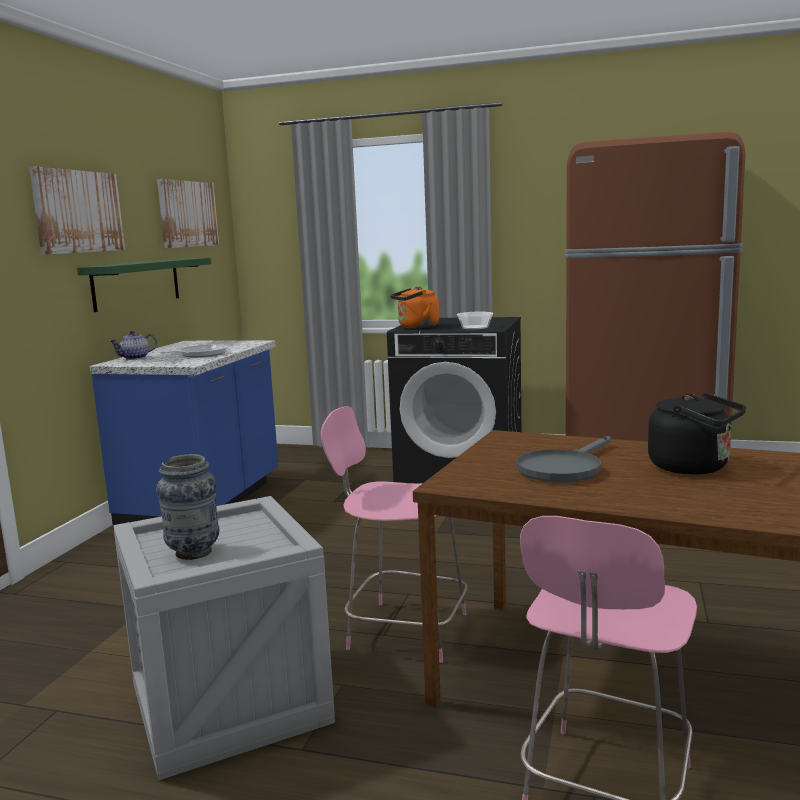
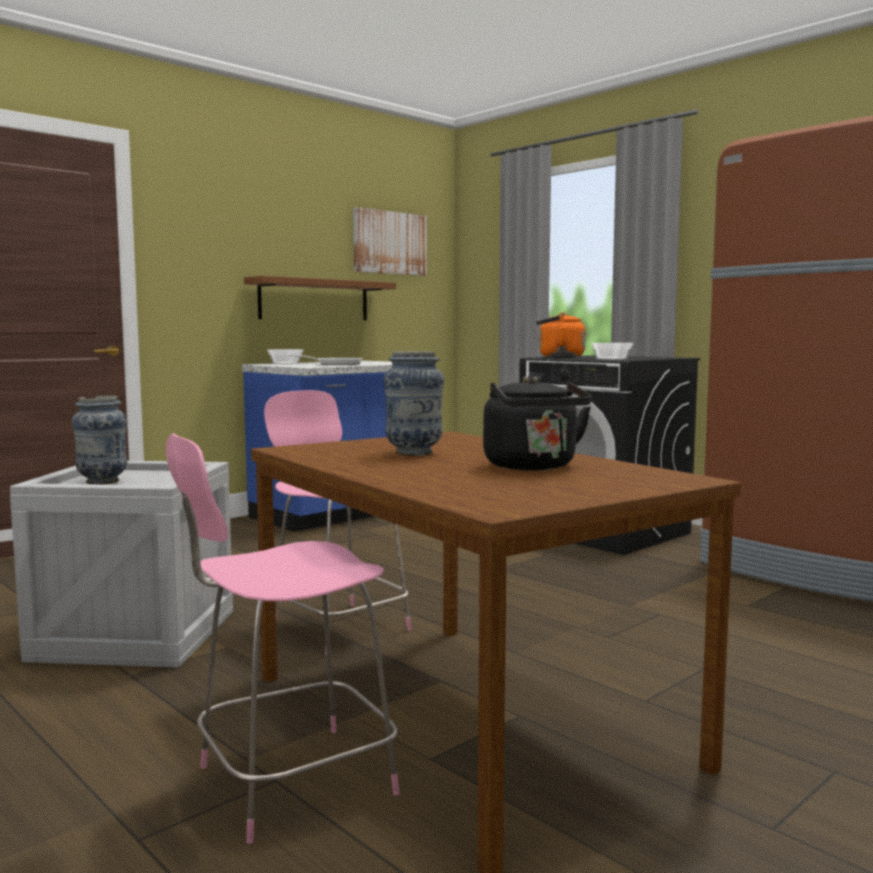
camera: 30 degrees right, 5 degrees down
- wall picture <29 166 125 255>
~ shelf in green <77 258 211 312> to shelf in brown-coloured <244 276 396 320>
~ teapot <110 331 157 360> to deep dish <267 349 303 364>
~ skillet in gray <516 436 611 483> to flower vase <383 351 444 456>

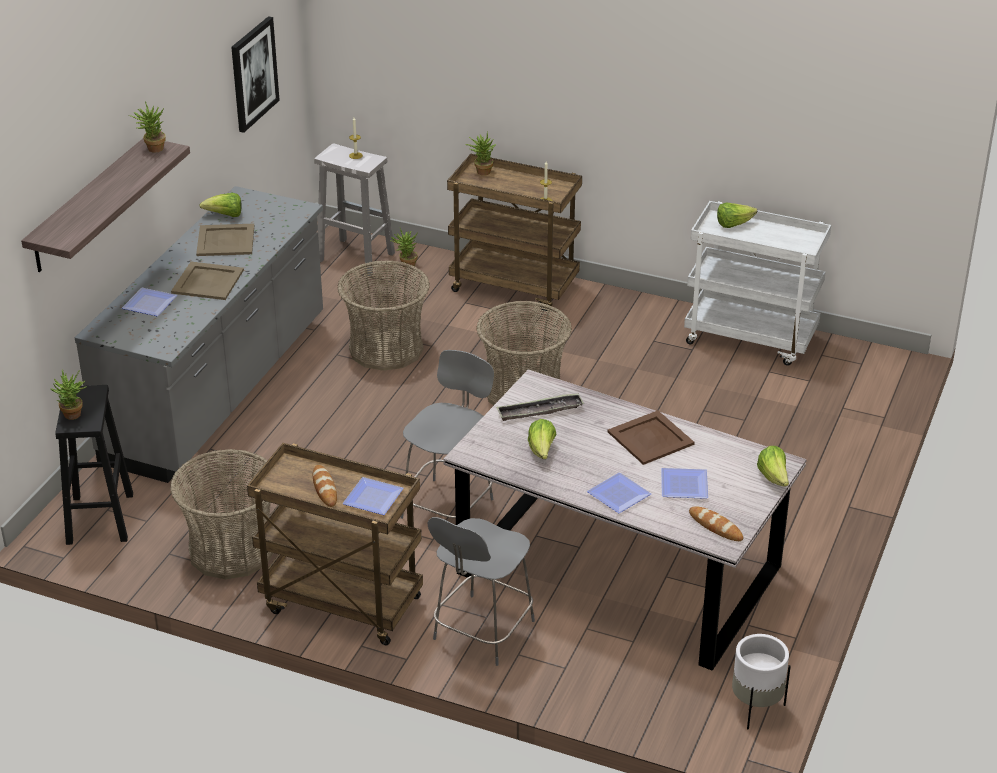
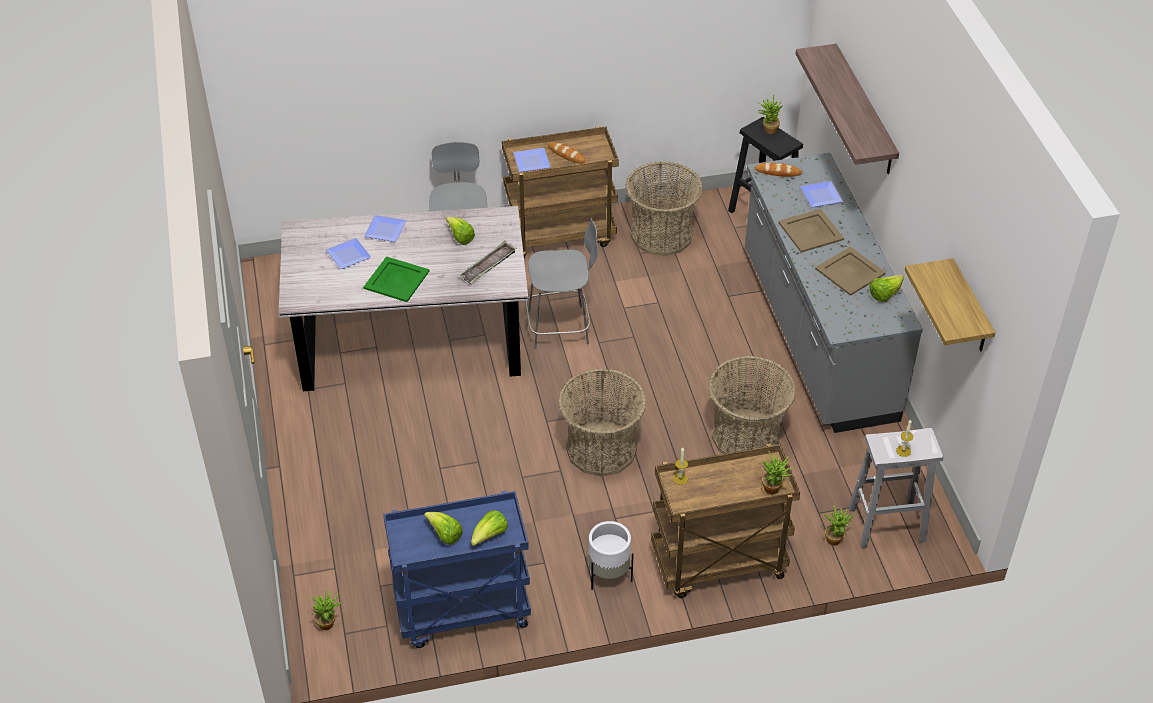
camera: 145 degrees right, 10 degrees up
~ houseplant <129 102 166 153> to <309 589 343 630>
~ wall picture <231 16 280 133> to shelf <905 258 996 351>
~ plain chair in gray <400 350 494 519> = <526 218 598 349> 90 degrees counterclockwise
~ tray in brown-coloured <607 410 695 465> to tray in green <363 256 430 302>
~ trolley in white <684 201 831 366> to trolley in blue-coloured <383 491 531 648>
~ bread <689 507 743 541> to <755 163 802 177>
~ plant pot in white <732 634 791 730> to <588 521 634 590>
~ lettuce head <757 446 789 486> to <424 512 463 545>

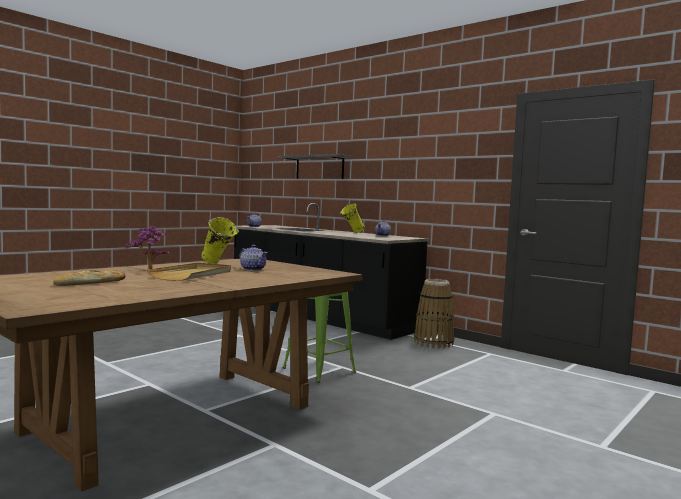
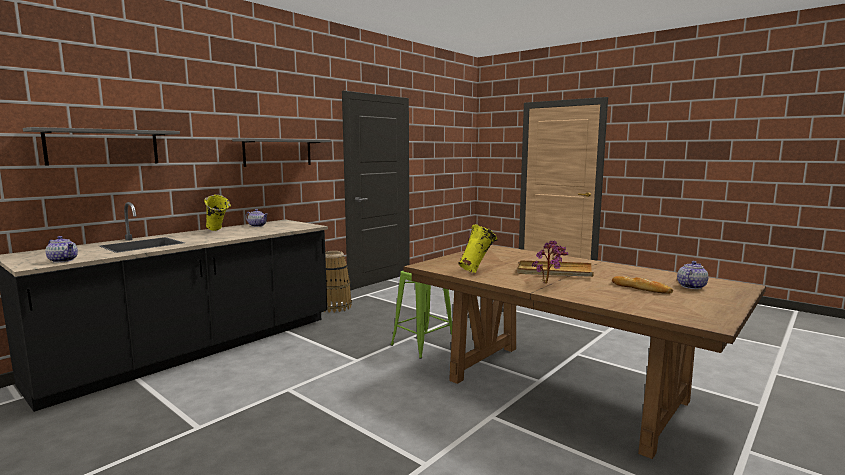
camera: 90 degrees left, 5 degrees up
~ teapot <240 245 268 271> to <677 261 708 289>
+ shelf in gray <232 138 331 167>

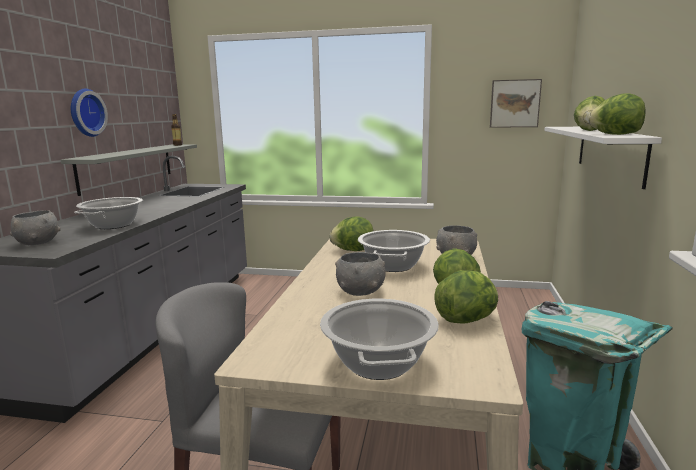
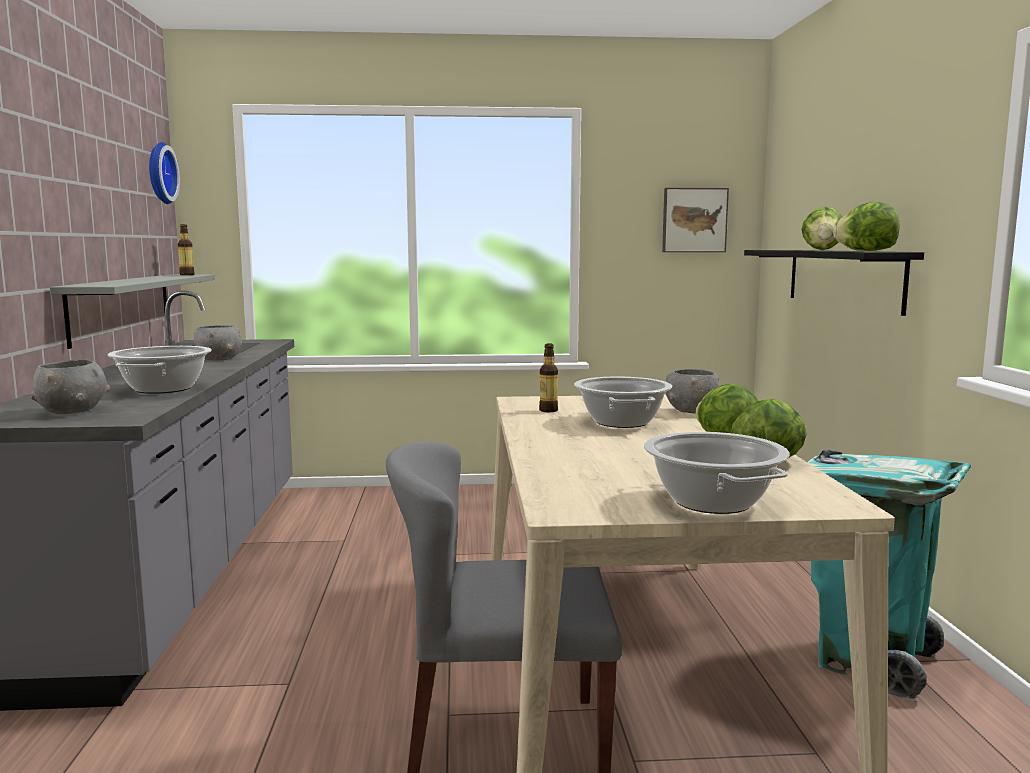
camera: 15 degrees left, 5 degrees down
~ wall clock <71 89 108 137> to <149 142 180 204>
~ lettuce head <330 216 374 251> to bottle <539 344 558 412>
~ deep dish in gray <335 252 386 296> to <193 325 242 360>
~ shelf in white <544 127 662 189> to shelf in black <744 250 924 316>

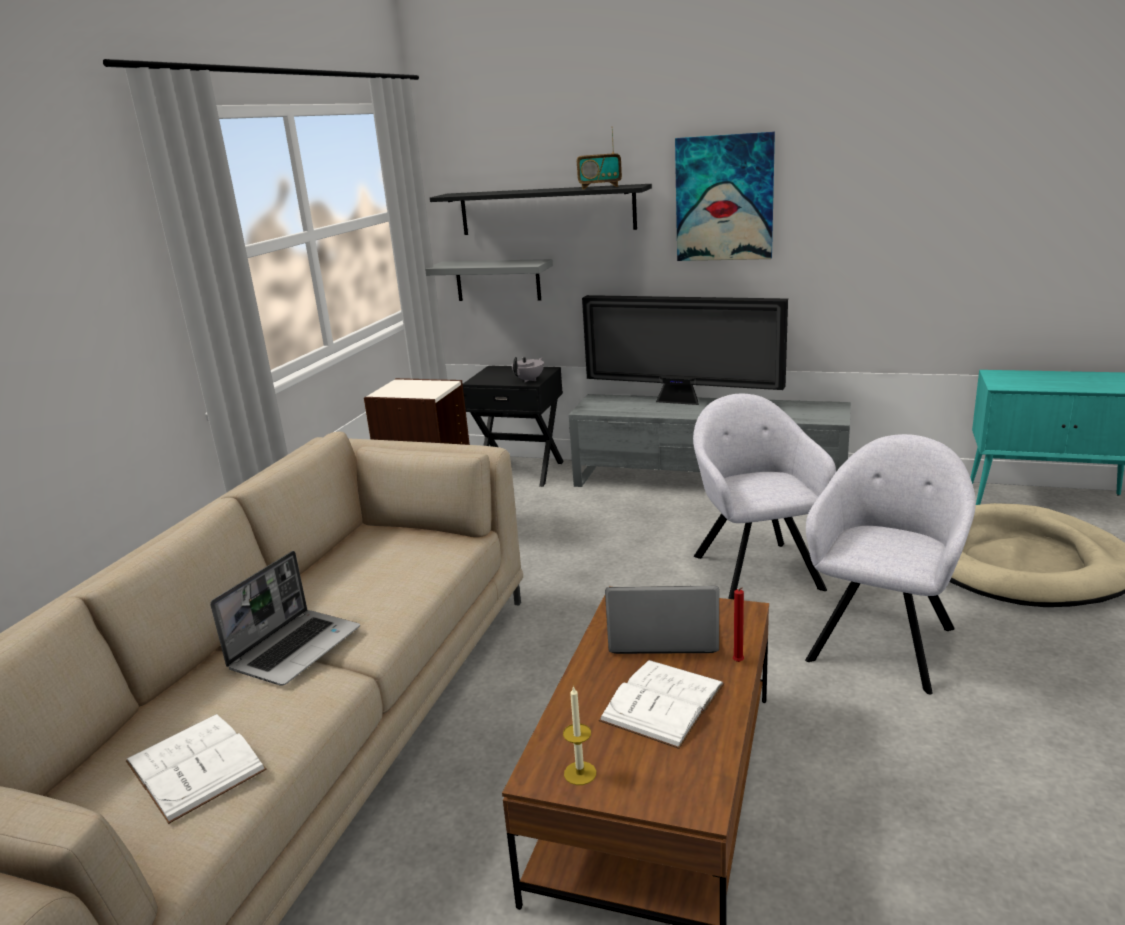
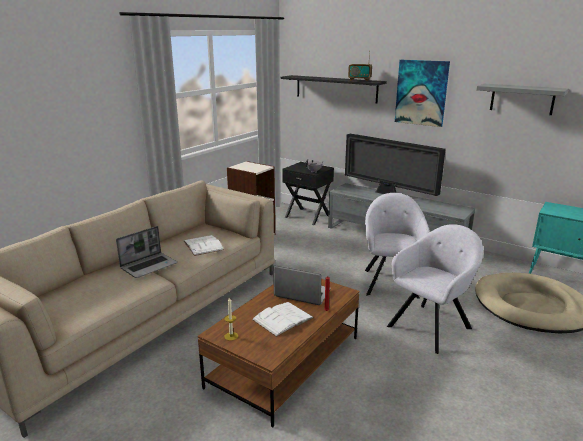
camera: 15 degrees right, 0 degrees up
~ bound book in white <126 714 267 824> to <184 235 224 256>
~ shelf in gray <425 259 553 301> to <477 84 569 115>

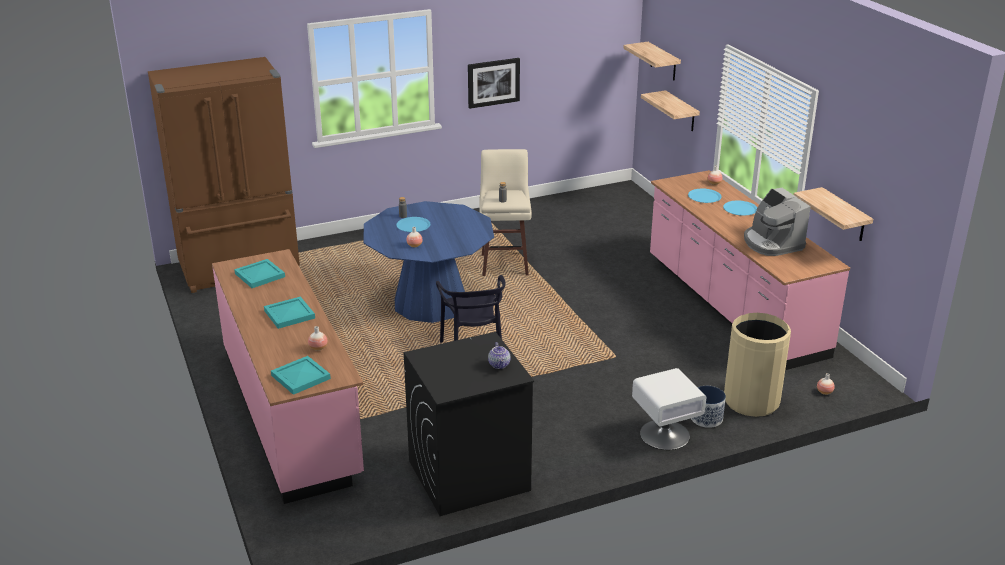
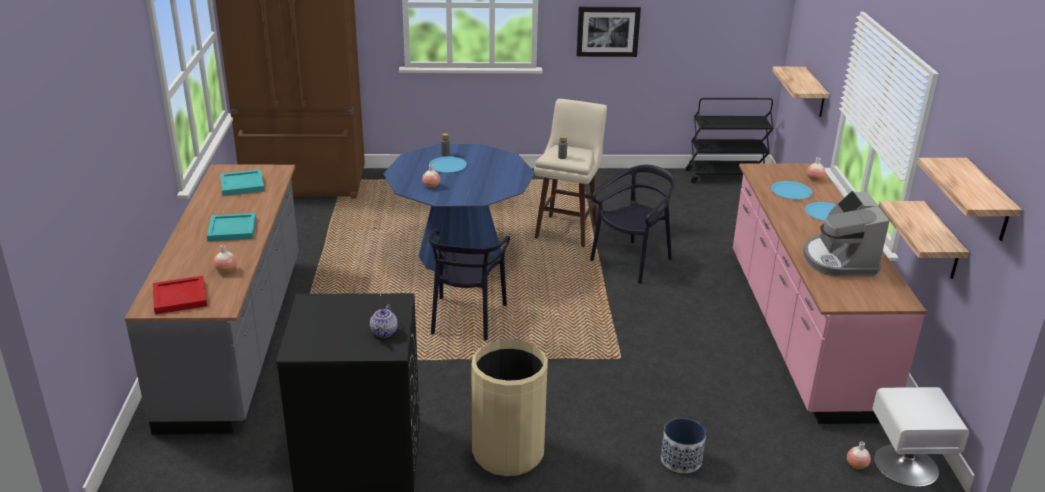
camera: 20 degrees right, 0 degrees up
~ kitchen base unit in pinkish <212 249 364 504> to kitchen base unit in gray <125 165 299 434>
~ tray in turquoise-coloured <271 356 331 395> to tray in reddish <153 276 207 314>
~ shelf <623 42 681 80> to <917 158 1022 241>
~ night table in white <632 368 706 450> to <873 387 970 487>
~ rubbish bin in beige-coloured <724 313 791 417> to <471 340 548 476>
+ plain chair in black <590 165 675 284>
+ trolley in black <686 98 774 183>

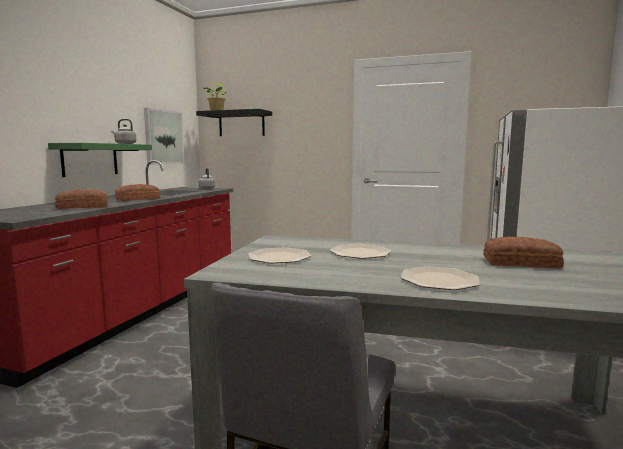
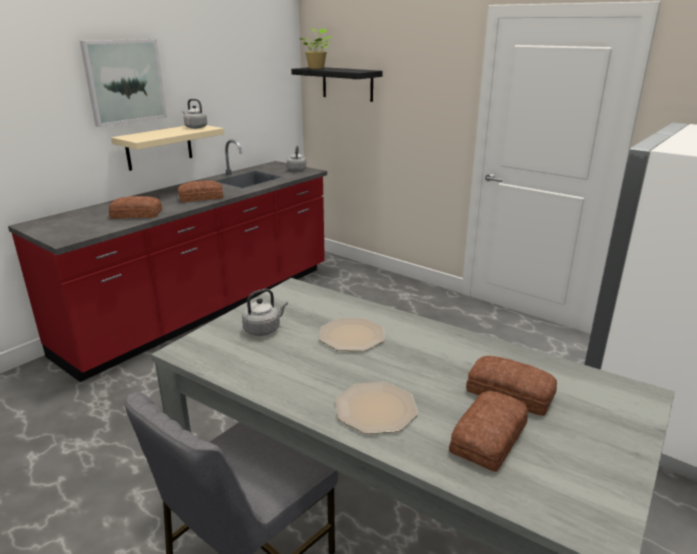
camera: 20 degrees right, 15 degrees up
~ shelf in green <48 143 152 177> to shelf in beige-coloured <111 125 224 171>
~ wall picture <144 107 184 165> to <80 39 167 127>
~ flat dish <248 247 311 263> to kettle in gray <242 289 288 336>
+ bread <449 391 528 472>

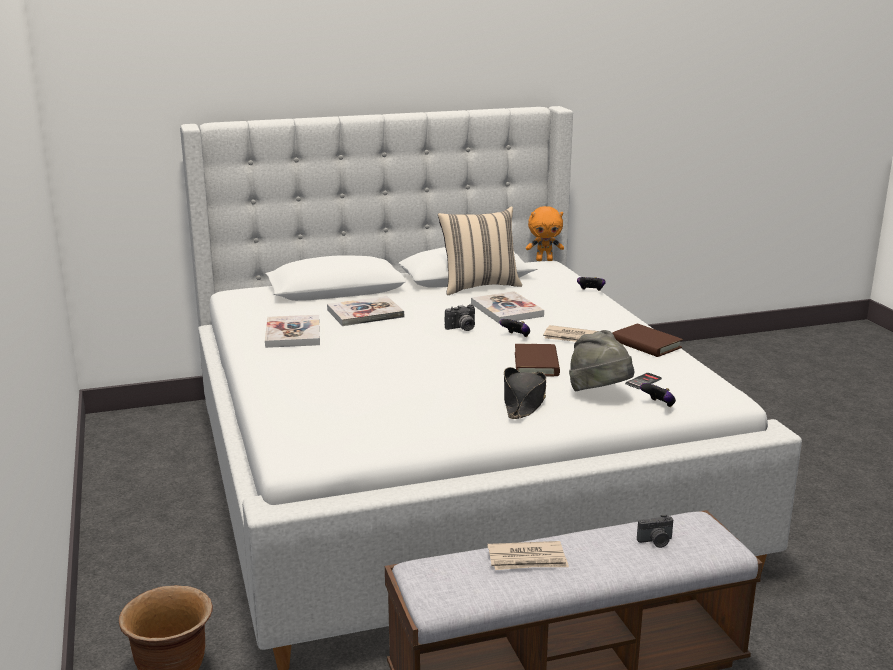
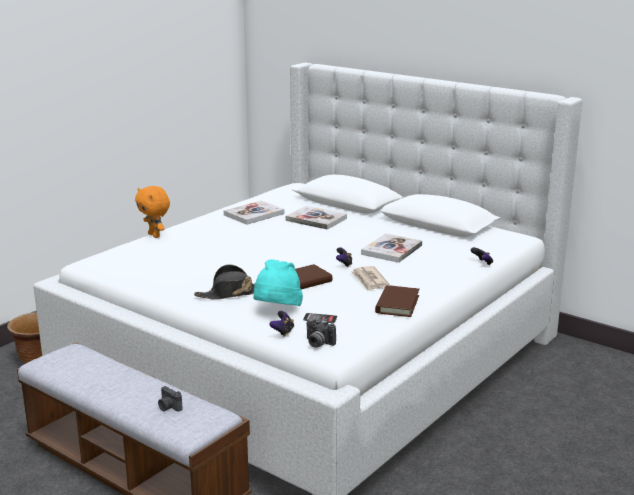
camera: 55 degrees right, 0 degrees up
- pillow in beige-coloured <438 206 522 295>
~ photo camera <445 304 475 331> to <307 318 336 348>
- daily paper <488 541 569 570>
~ plush toy in orange <526 206 564 261> to <135 186 170 238>
~ wearable hat in gray <569 330 635 391> to wearable hat in turquoise-coloured <254 259 303 306>

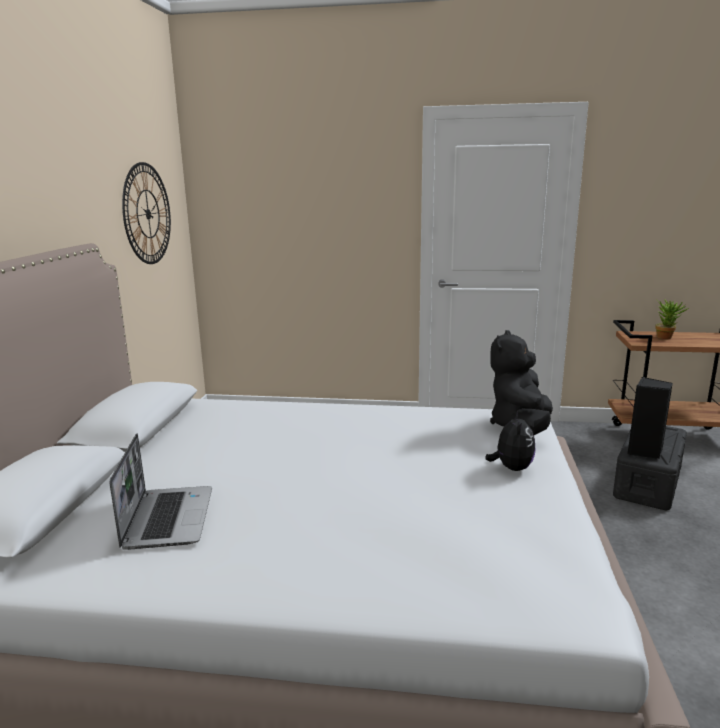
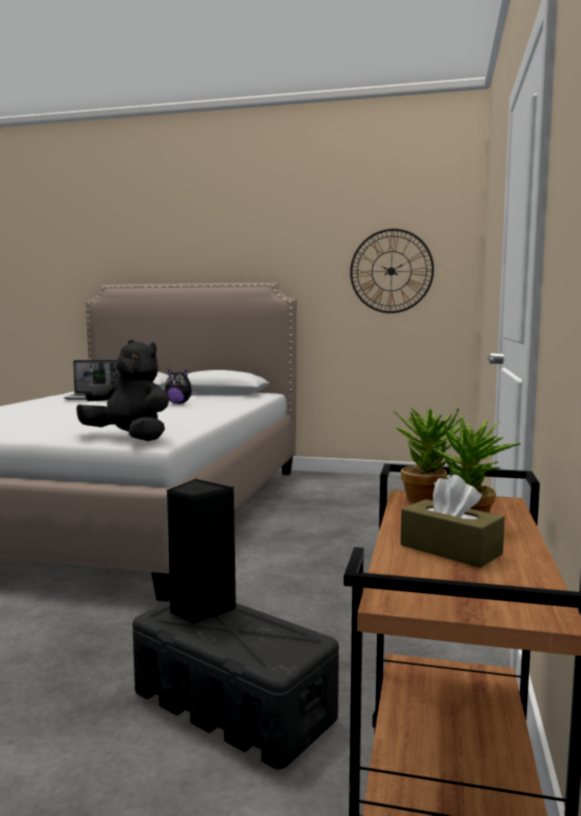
camera: 95 degrees right, 10 degrees down
~ plush toy <485 411 535 471> to <165 370 196 404>
+ houseplant <391 408 460 503>
+ box of tissues in brown-coloured <400 475 505 568>

